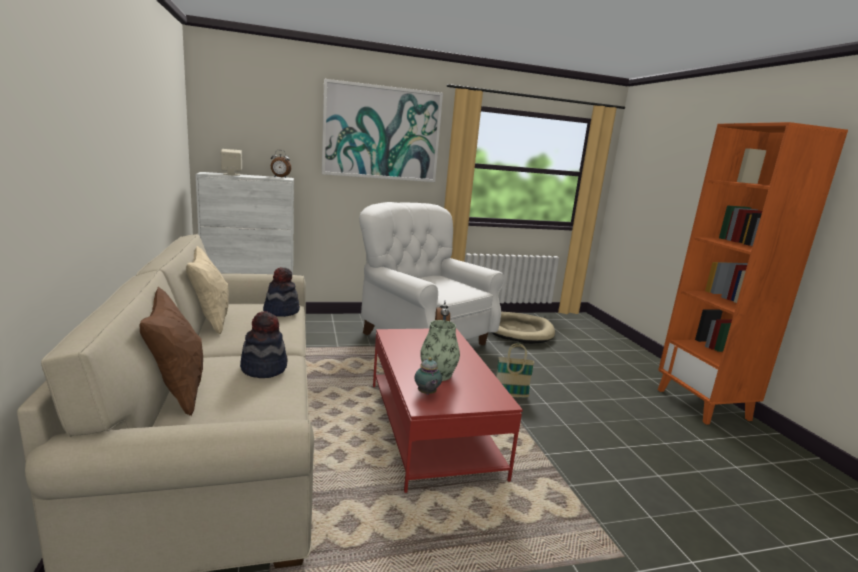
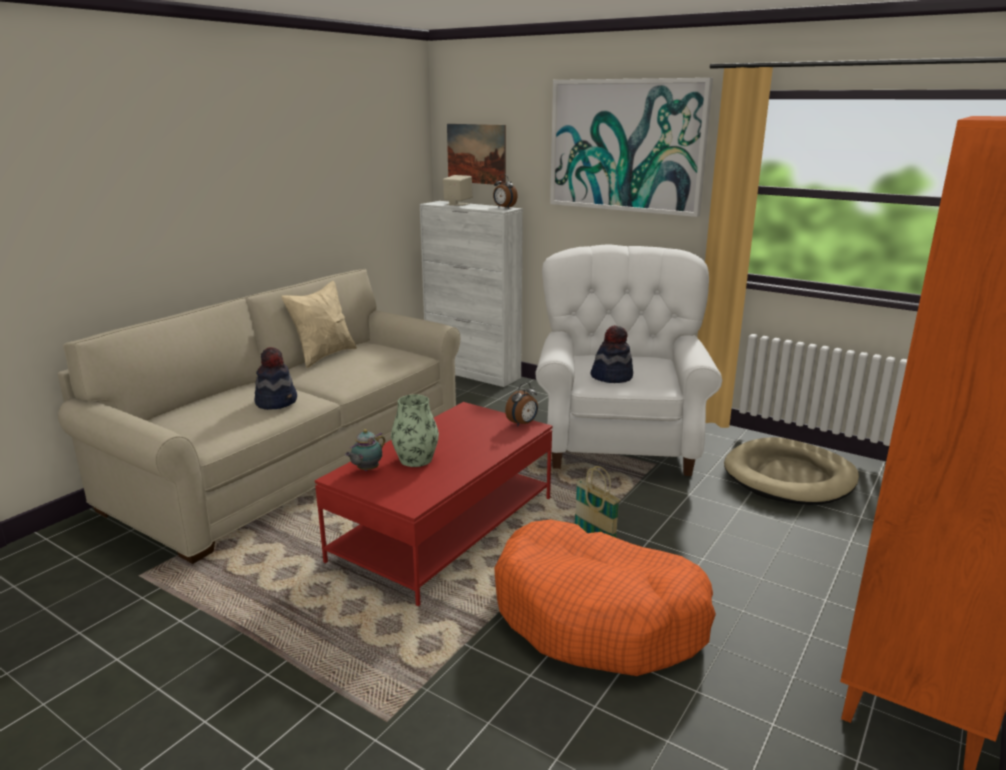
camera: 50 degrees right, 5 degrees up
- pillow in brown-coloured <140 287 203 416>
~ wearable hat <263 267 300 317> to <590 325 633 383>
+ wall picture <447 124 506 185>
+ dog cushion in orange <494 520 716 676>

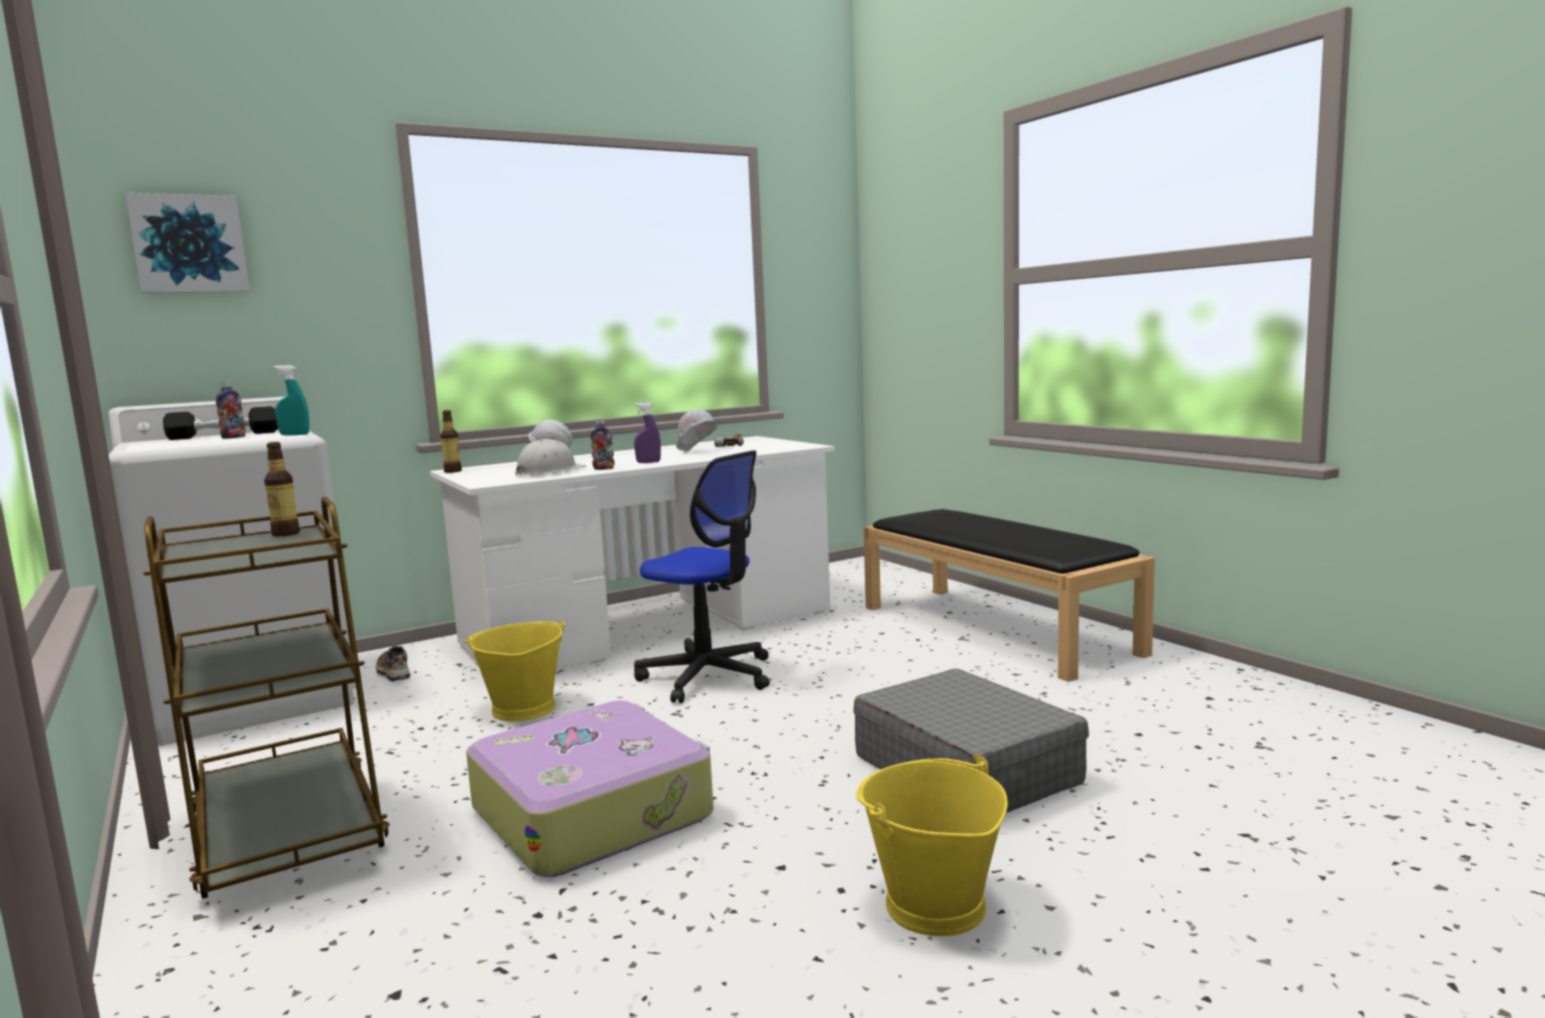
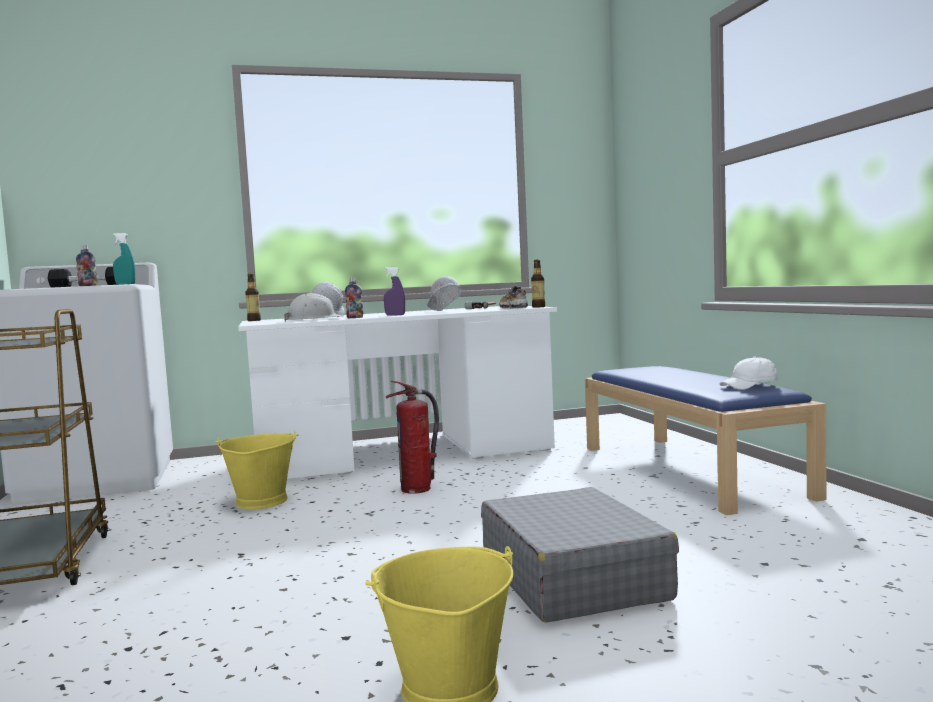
camera: 15 degrees right, 5 degrees down
- wall picture <125 193 250 293>
~ bottle <264 442 300 536> to <531 260 545 308>
~ item of footwear <376 646 410 682> to <499 286 528 309>
- suitcase <466 700 713 877>
~ computer chair <634 450 770 703> to fire extinguisher <386 380 439 494>
~ indoor bench in black <863 509 1155 682> to indoor bench in blue-coloured <585 366 826 515>
+ cap in white <719 357 778 390>

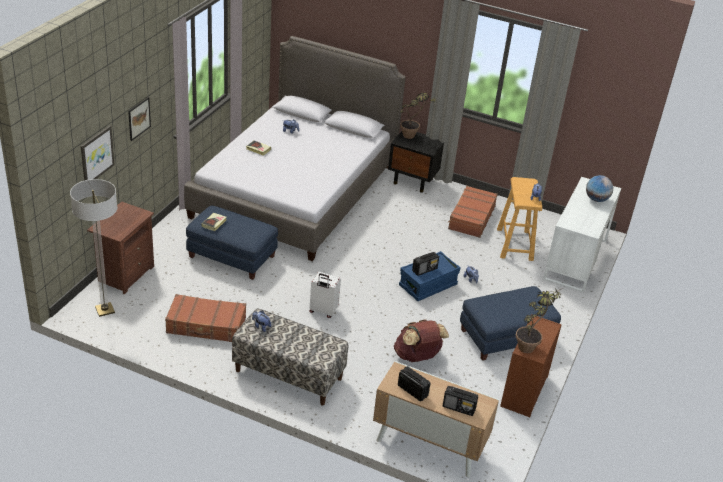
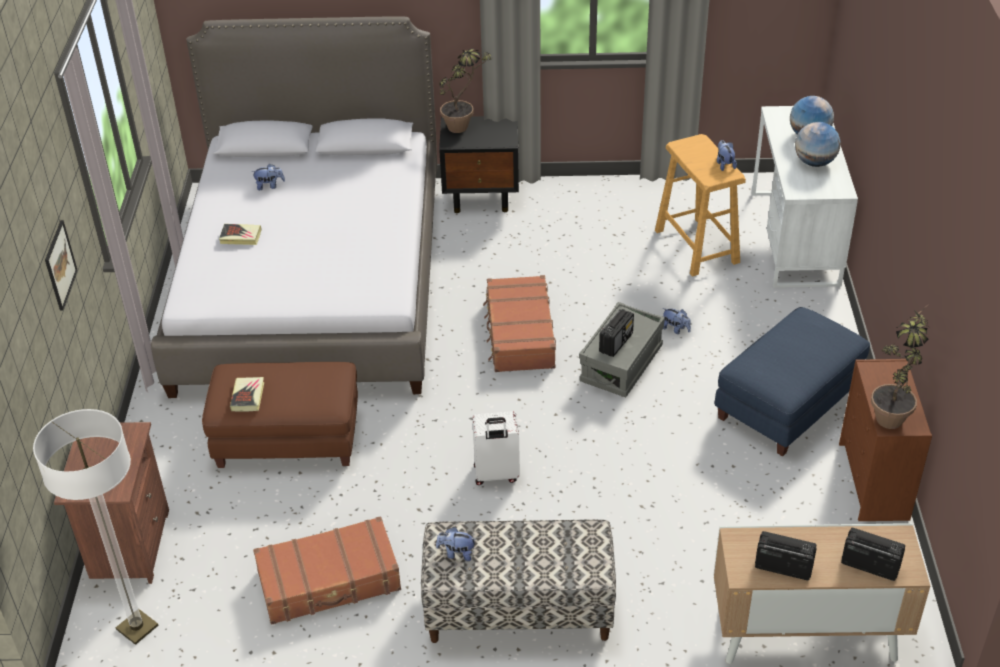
camera: 20 degrees left, 5 degrees up
- wall picture <81 126 115 181>
~ ottoman in blue-coloured <186 205 278 280> to ottoman in brown-coloured <202 362 358 468>
- backpack in brown-coloured <394 320 449 362>
~ storage bin in blue-coloured <399 251 461 301> to storage bin in gray <579 302 665 397>
~ radio set <443 386 478 416> = <841 528 905 581> 150 degrees counterclockwise
~ suitcase in brown-coloured <447 186 498 238> to <483 275 556 372>
+ desk globe <795 122 840 167>

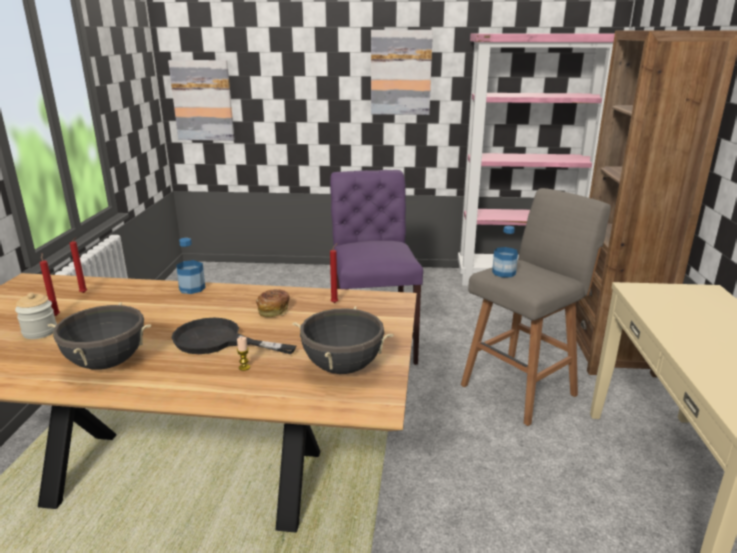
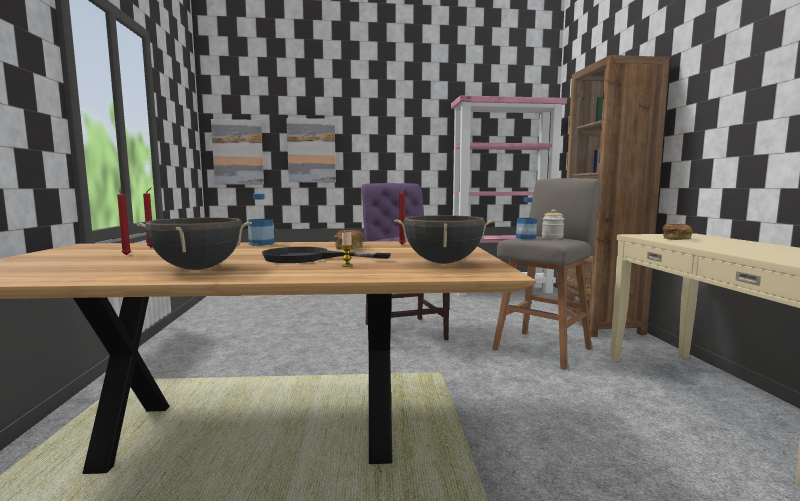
camera: 10 degrees left, 15 degrees down
~ jar <15 293 57 339> to <542 209 564 238>
~ wall picture <371 30 433 115> to <286 118 336 182>
+ bread <662 223 692 240>

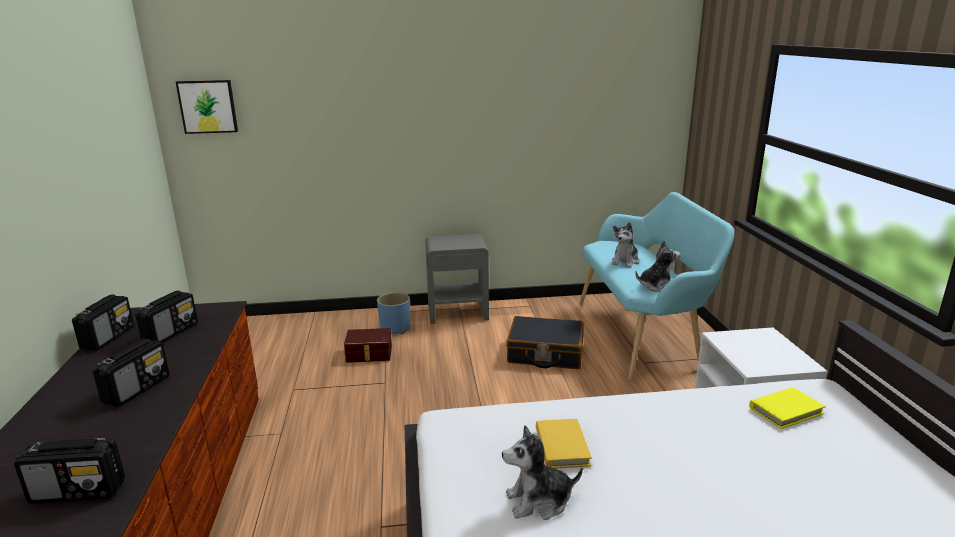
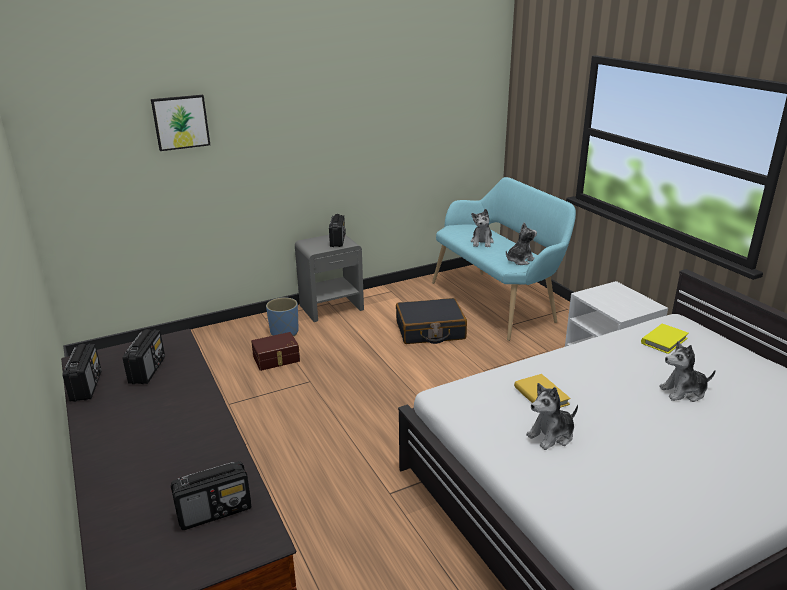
camera: 20 degrees left, 5 degrees up
~ radio set <92 339 169 407> to <329 214 346 247>
~ wall picture <176 80 238 134> to <151 95 210 151>
+ plush toy <659 341 716 402>

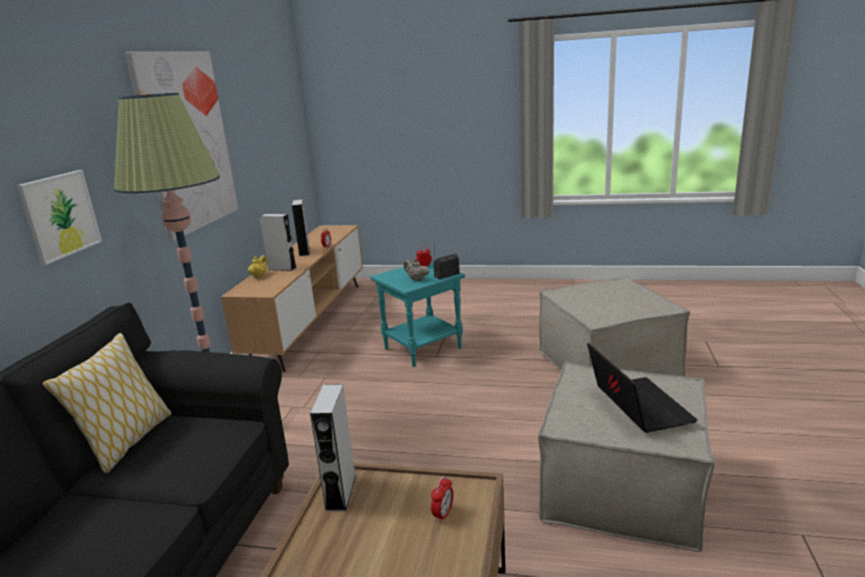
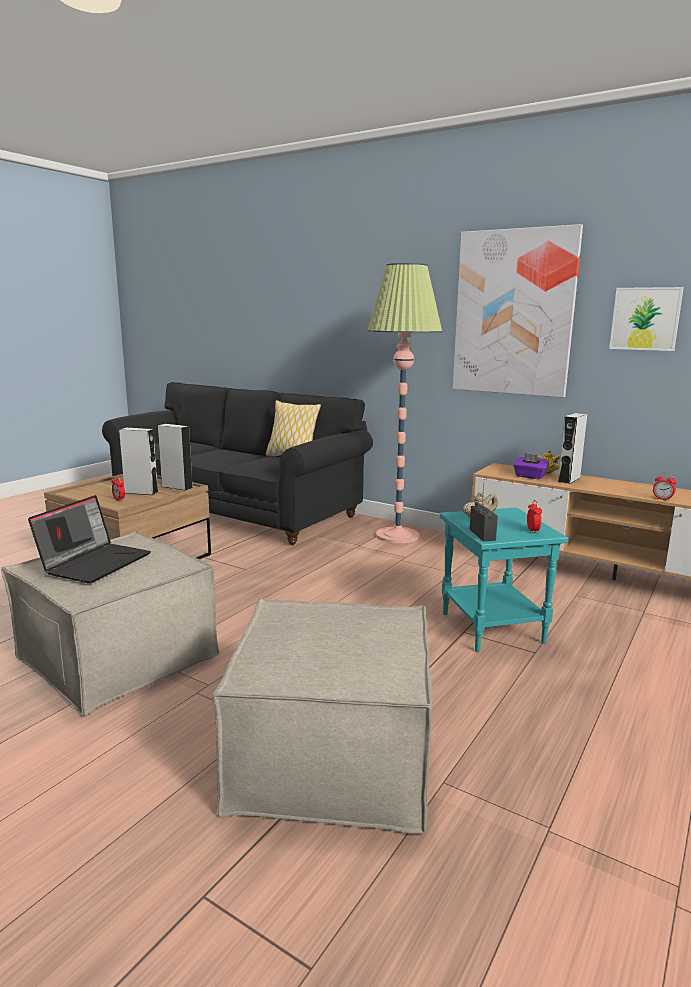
camera: 110 degrees right, 5 degrees down
~ wall picture <17 170 102 265> to <609 287 684 351>
~ speaker in gray <292 199 310 256> to <119 428 158 495>
~ laptop <587 343 698 433> = <28 495 151 583> 75 degrees counterclockwise
+ box of tissues in purplish <513 453 549 479>

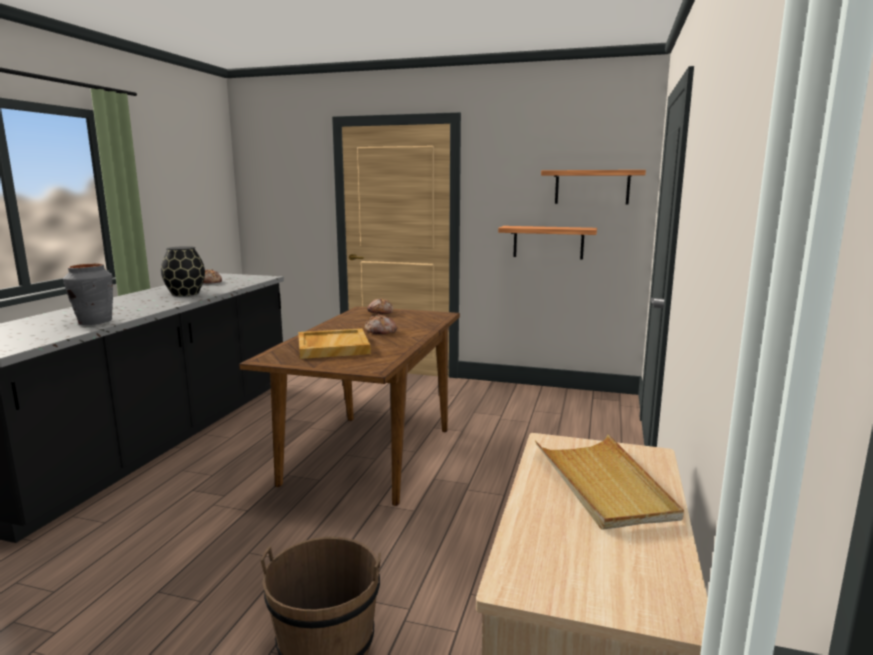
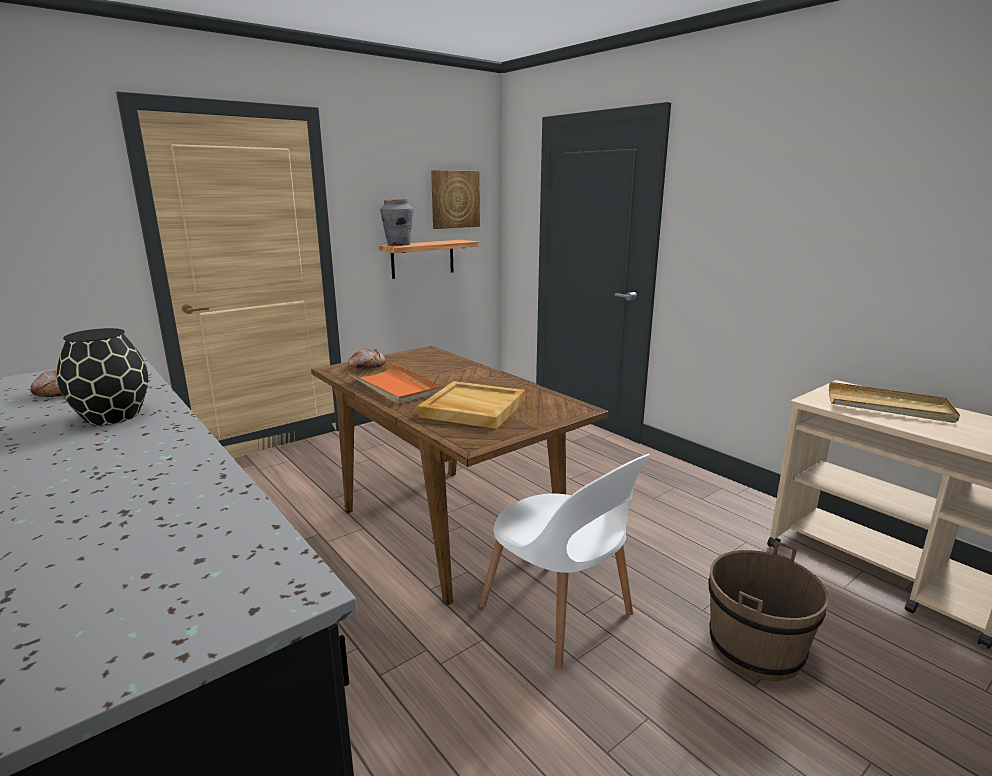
camera: 55 degrees left, 5 degrees up
~ flower vase in gray <63 264 113 325> to <380 199 414 246>
- bread <365 314 398 335>
~ shelf <541 170 646 204> to wall picture <431 170 480 229>
+ tray in orange <348 363 440 404>
+ plain chair in white <479 454 650 669>

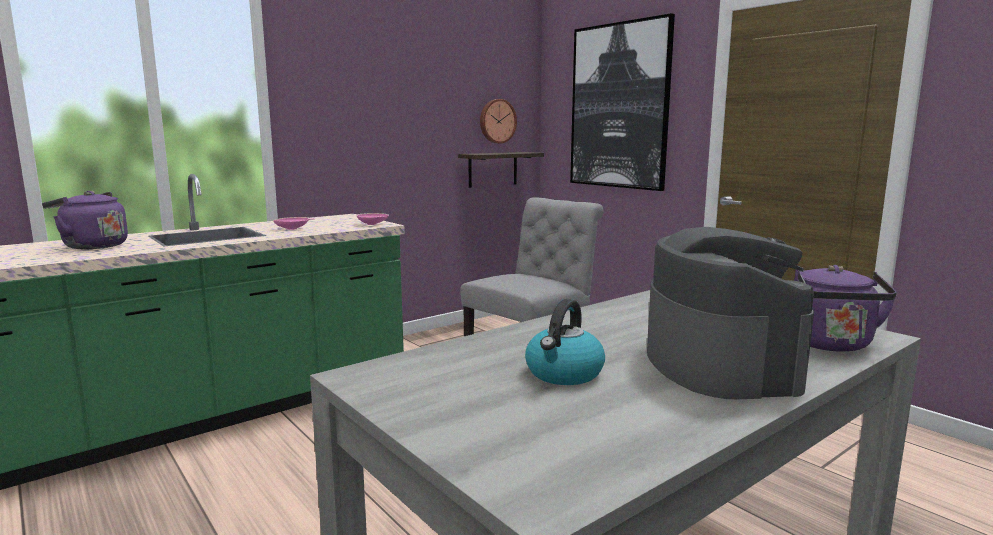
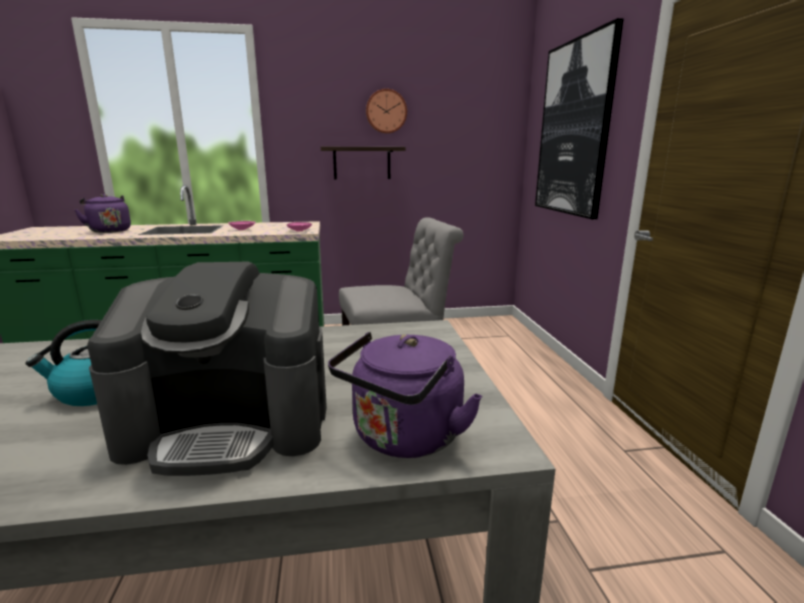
camera: 30 degrees right, 5 degrees up
~ shelf <458 152 544 188> to <321 147 406 179>
~ wall clock <480 99 517 144> to <366 89 407 134>
~ coffee maker <647 227 814 399> = <87 262 327 476> 60 degrees clockwise

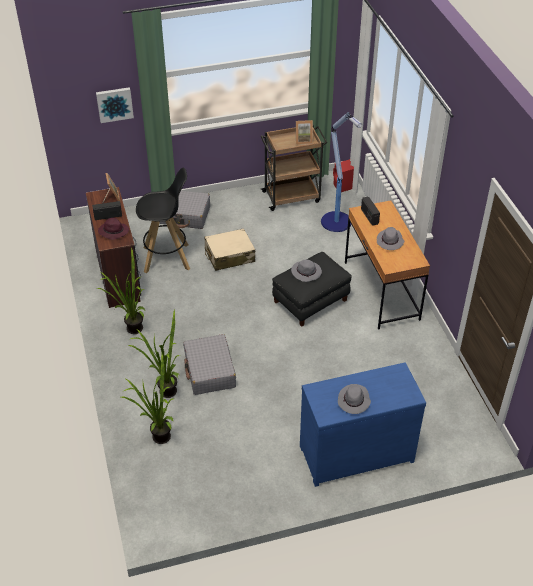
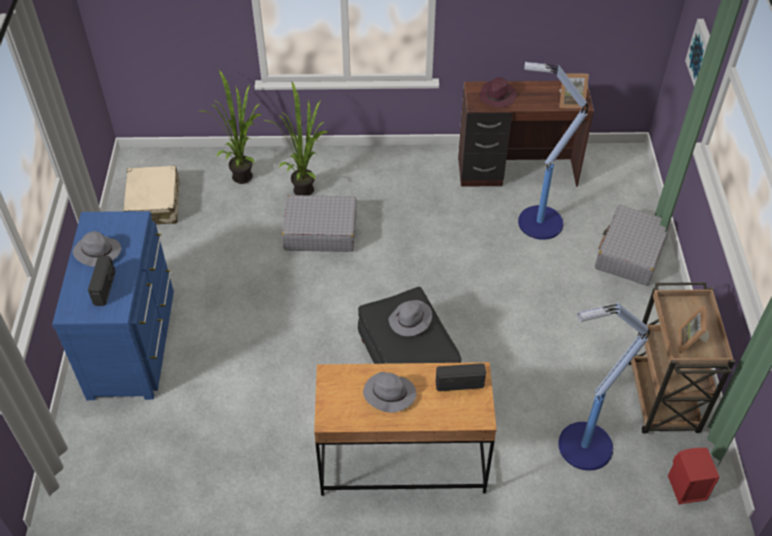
camera: 105 degrees right, 5 degrees up
~ radio set <92 201 122 220> to <88 256 116 306>
- houseplant <97 248 145 334>
~ stool in black <136 168 190 273> to floor lamp <518 62 588 240>
~ suitcase in beige-coloured <205 228 255 271> to <124 165 180 224>

